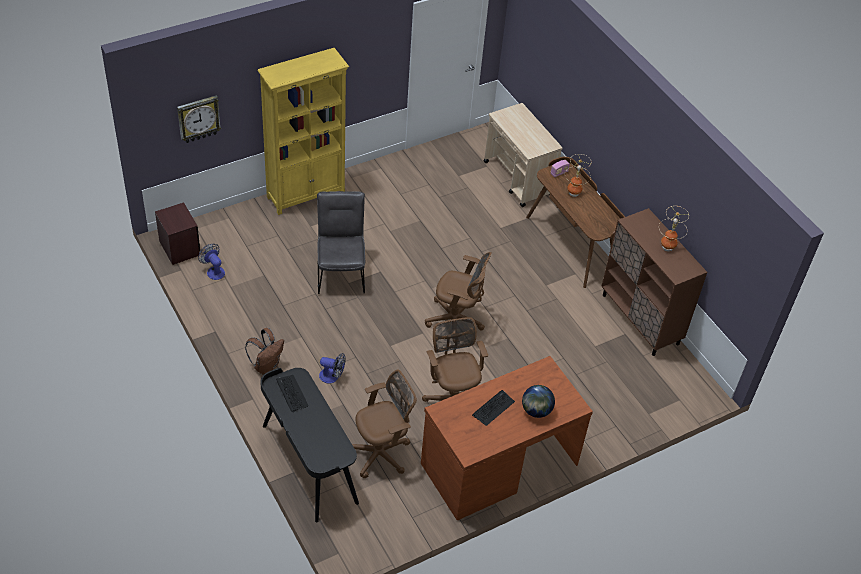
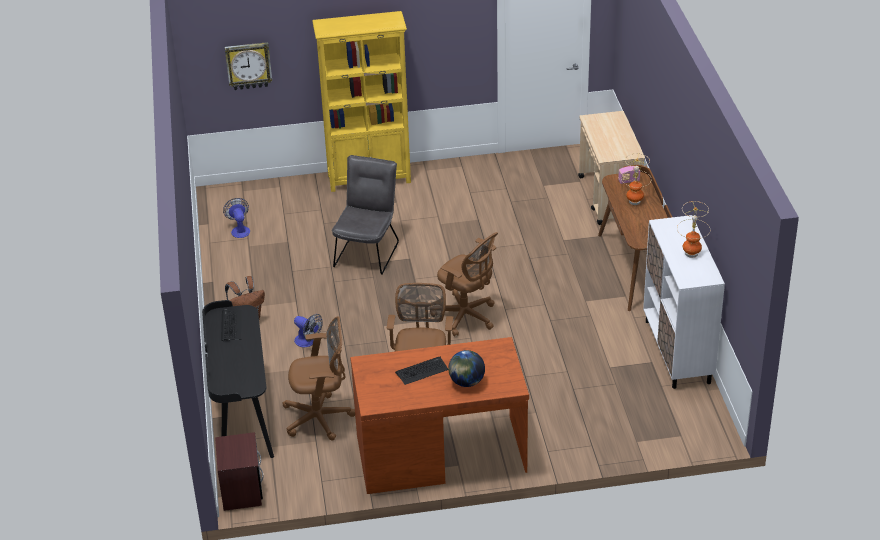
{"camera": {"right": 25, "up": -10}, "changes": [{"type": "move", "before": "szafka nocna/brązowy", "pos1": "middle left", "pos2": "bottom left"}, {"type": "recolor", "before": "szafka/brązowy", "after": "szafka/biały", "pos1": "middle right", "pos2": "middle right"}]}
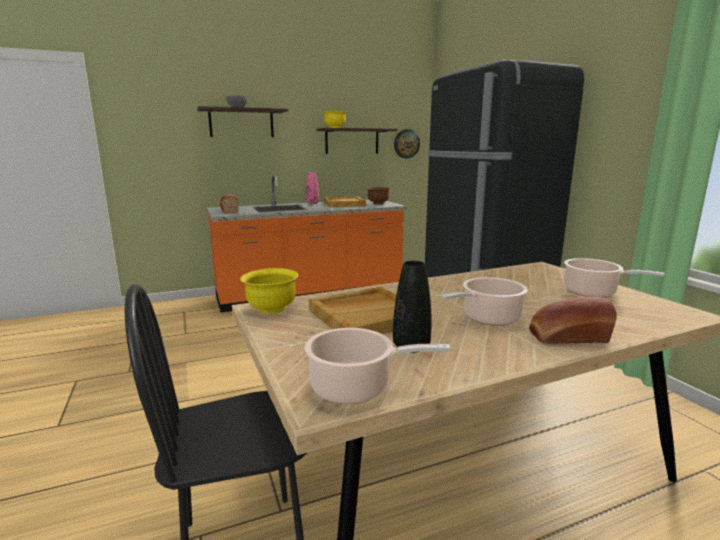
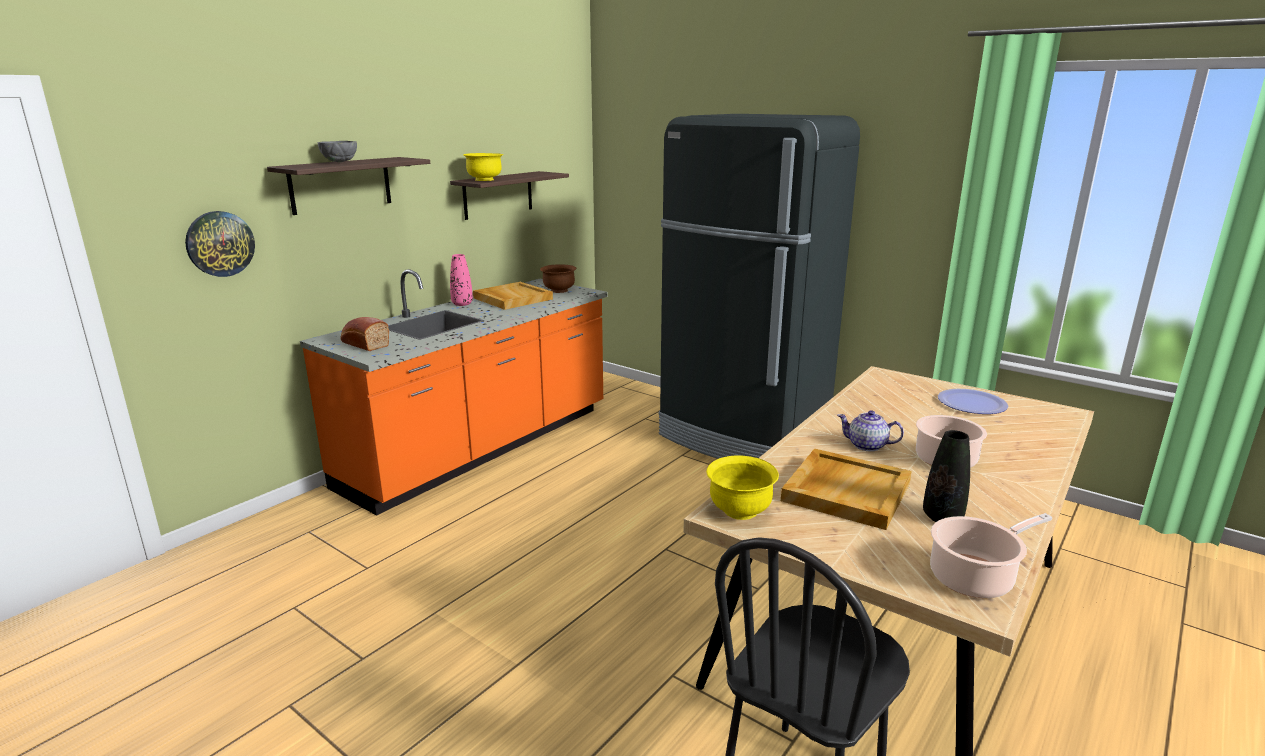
{"camera": {"right": -30, "up": 5}, "changes": [{"type": "move", "before": "zegar ścienny", "pos1": "top centre", "pos2": "top left"}, {"type": "replace", "before": "garnek (3rd from left)", "after": "talerz", "pos1": "middle right", "pos2": "middle right"}, {"type": "delete", "before": "chleb (2nd from left)", "pos1": "middle right"}, {"type": "insert", "after": "imbryk", "pos2": "middle right"}]}
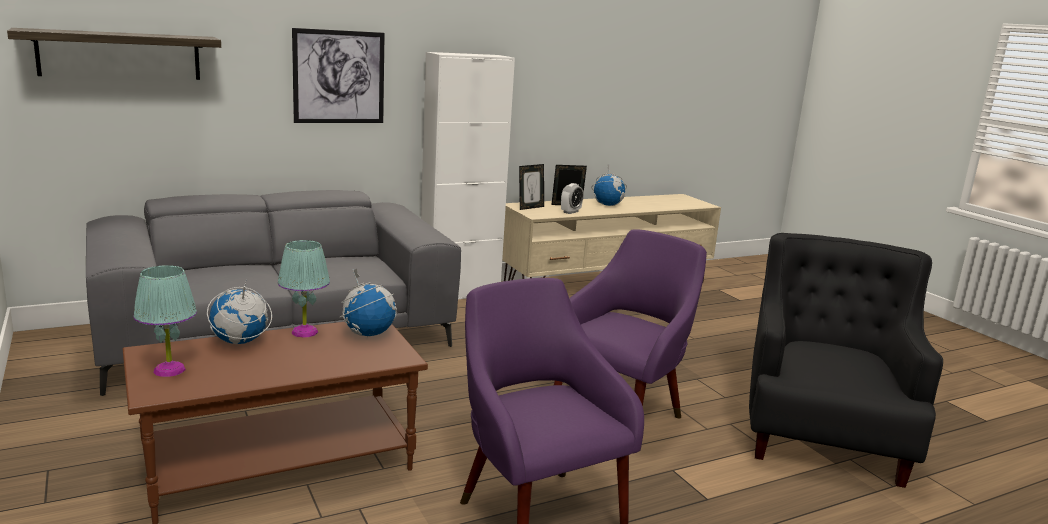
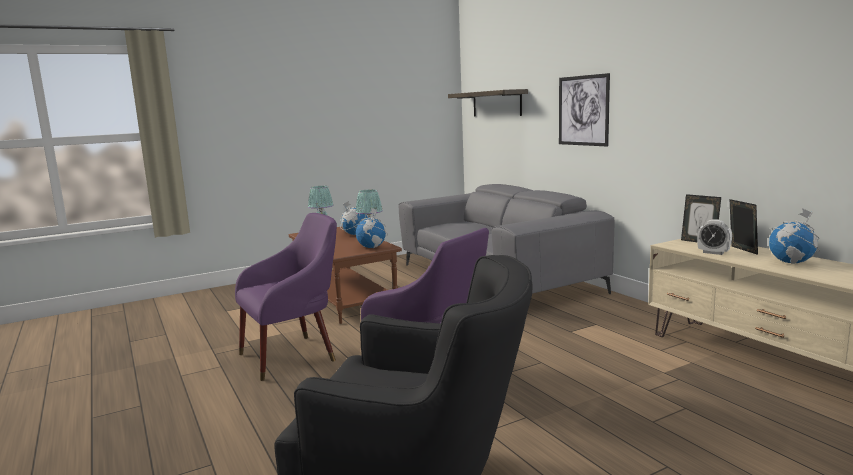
{"camera": {"right": 90, "up": -5}, "changes": [{"type": "delete", "before": "szafka/biały", "pos1": "centre"}]}
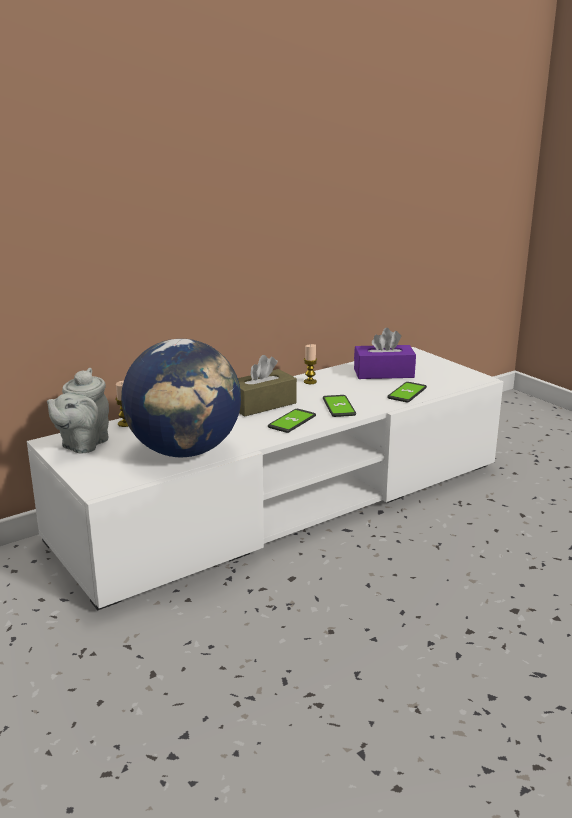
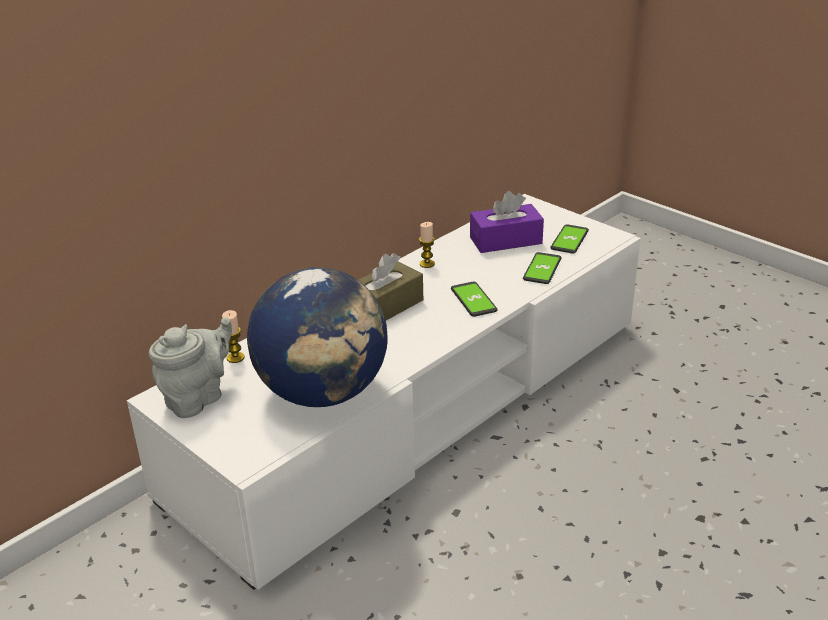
{"camera": {"right": -10, "up": 10}, "changes": [{"type": "rotate", "before": "imbryk/szary", "pos1": "middle left", "pos2": "middle left", "turn": -150}, {"type": "move", "before": "telefon (1st from left in the first image)", "after": "telefon (3rd from left)", "pos1": "centre", "pos2": "middle right"}]}
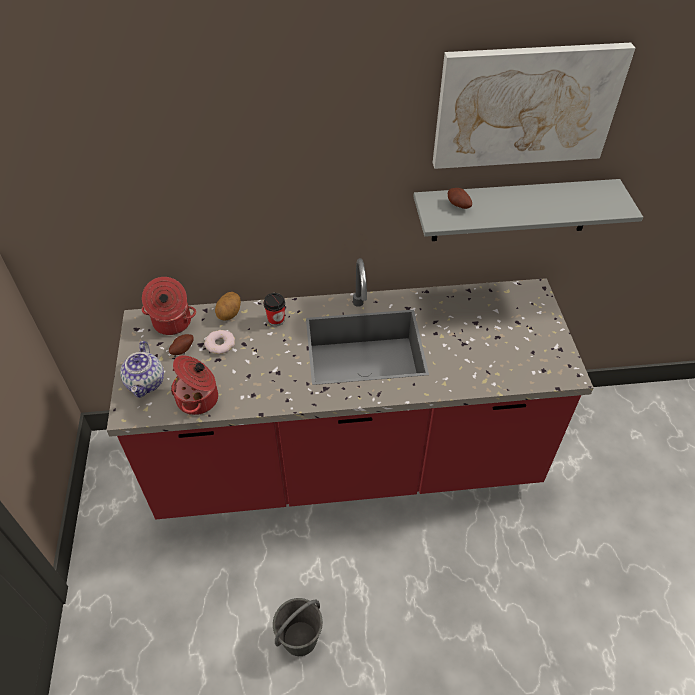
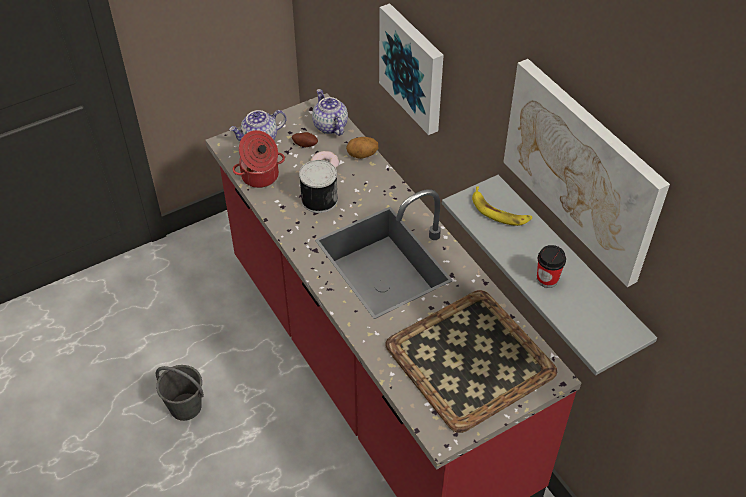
{"camera": {"right": 65, "up": 0}, "changes": [{"type": "replace", "before": "ziemniak (3rd from left)", "after": "banan", "pos1": "top centre", "pos2": "middle right"}, {"type": "replace", "before": "garnek (1st from left)", "after": "imbryk (2nd from left)", "pos1": "middle left", "pos2": "top centre"}, {"type": "move", "before": "filiżanka", "pos1": "centre", "pos2": "middle right"}, {"type": "insert", "after": "obraz (1st from left)", "pos2": "top centre"}, {"type": "insert", "after": "puszka", "pos2": "centre"}, {"type": "insert", "after": "taca", "pos2": "bottom centre"}]}
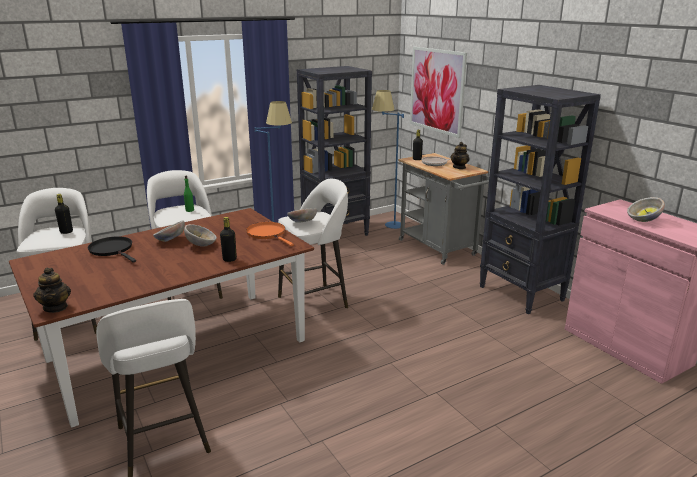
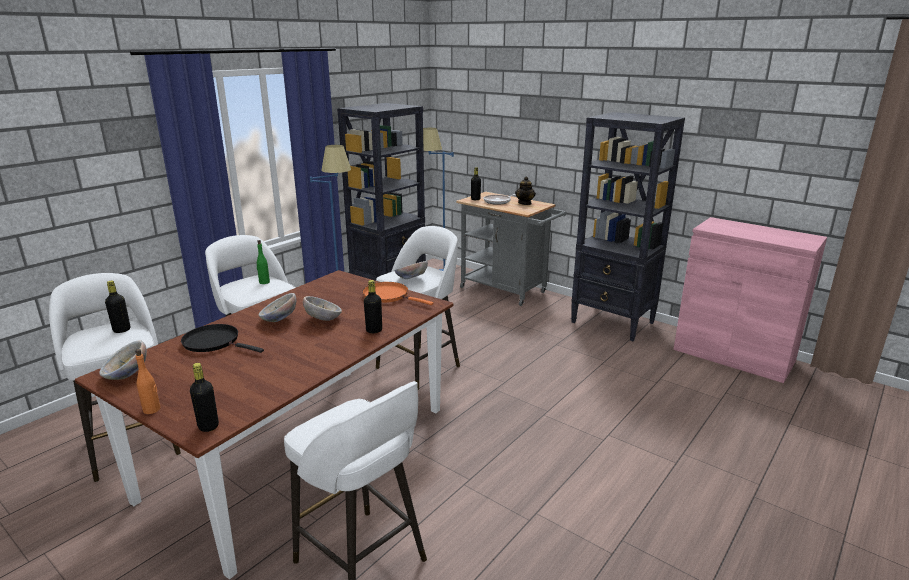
{"camera": {"right": -20, "up": 0}, "changes": [{"type": "delete", "before": "obraz", "pos1": "top centre"}, {"type": "move", "before": "miska (4th from left in the first image)", "after": "miska (1st from left)", "pos1": "middle right", "pos2": "middle left"}, {"type": "replace", "before": "imbryk (1st from left)", "after": "butelka/czarny (2nd from left)", "pos1": "middle left", "pos2": "bottom left"}, {"type": "insert", "after": "butelka/pomarańczowy", "pos2": "middle left"}]}
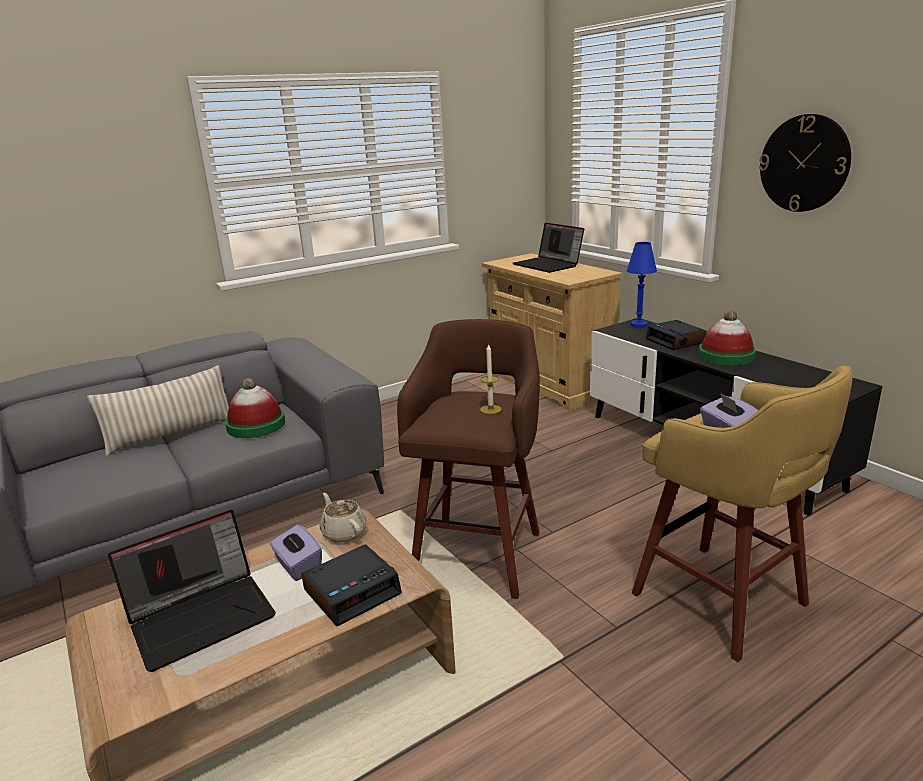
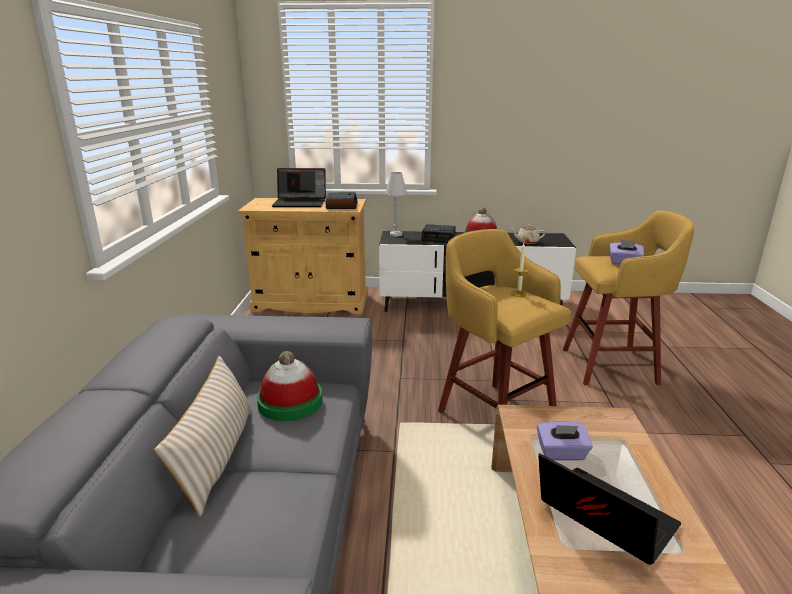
{"camera": {"right": -55, "up": 0}, "changes": [{"type": "delete", "before": "zegar ścienny", "pos1": "top right"}, {"type": "recolor", "before": "lampa stołowa/niebieski", "after": "lampa stołowa/biały", "pos1": "middle right", "pos2": "centre"}, {"type": "recolor", "before": "stołek/brązowy", "after": "stołek/żółty (1st from left)", "pos1": "centre", "pos2": "centre"}, {"type": "move", "before": "imbryk/beżowy", "pos1": "centre", "pos2": "middle right"}, {"type": "rotate", "before": "laptop (1st from left in the first image)", "pos1": "bottom left", "pos2": "bottom right", "turn": -45}, {"type": "move", "before": "budzik (1st from left)", "pos1": "bottom centre", "pos2": "centre"}]}
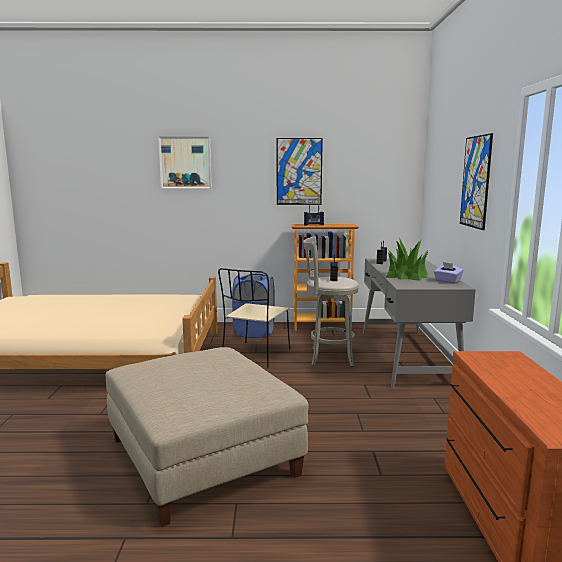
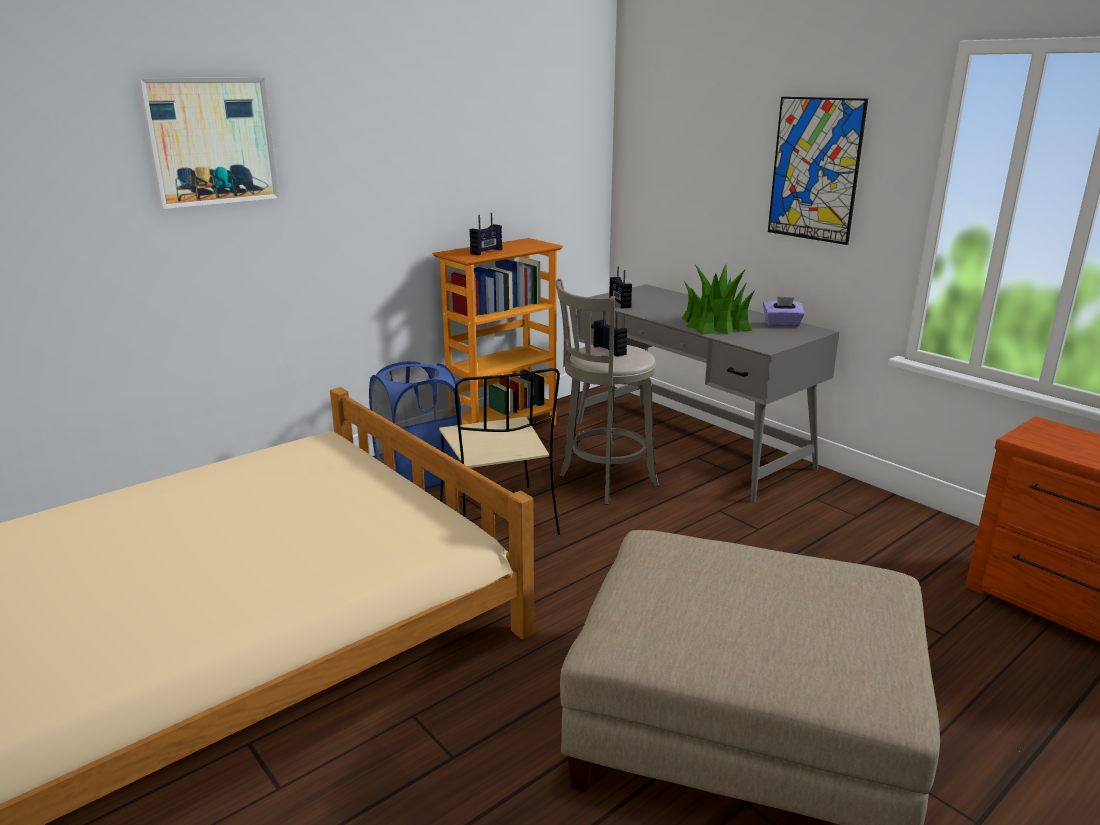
{"camera": {"right": -40, "up": 10}, "changes": [{"type": "delete", "before": "obraz (2nd from left)", "pos1": "top centre"}]}
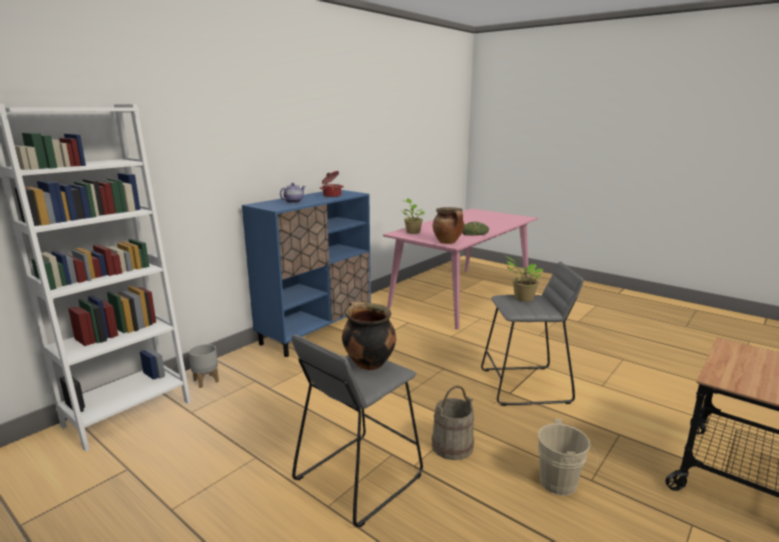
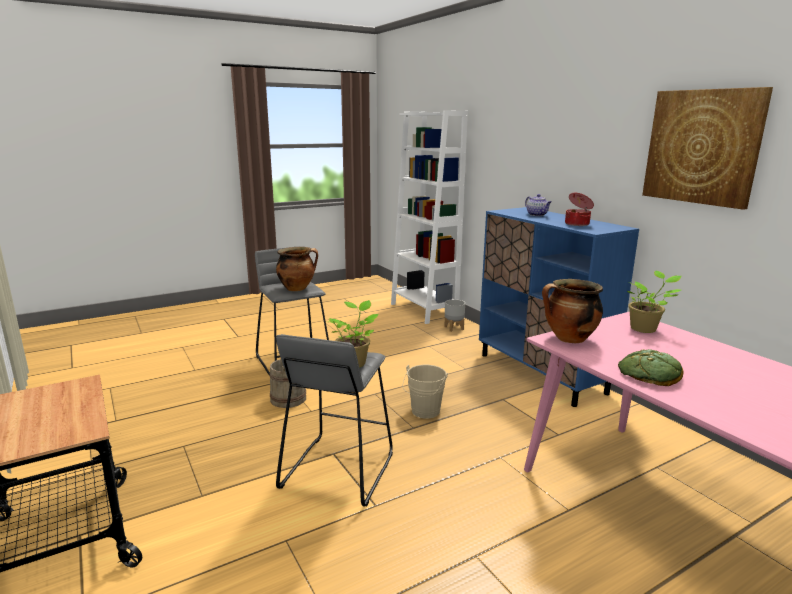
{"camera": {"right": 110, "up": 0}, "changes": [{"type": "move", "before": "wiadro/beżowy (2nd from left)", "pos1": "bottom right", "pos2": "centre"}, {"type": "insert", "after": "obraz", "pos2": "top right"}]}
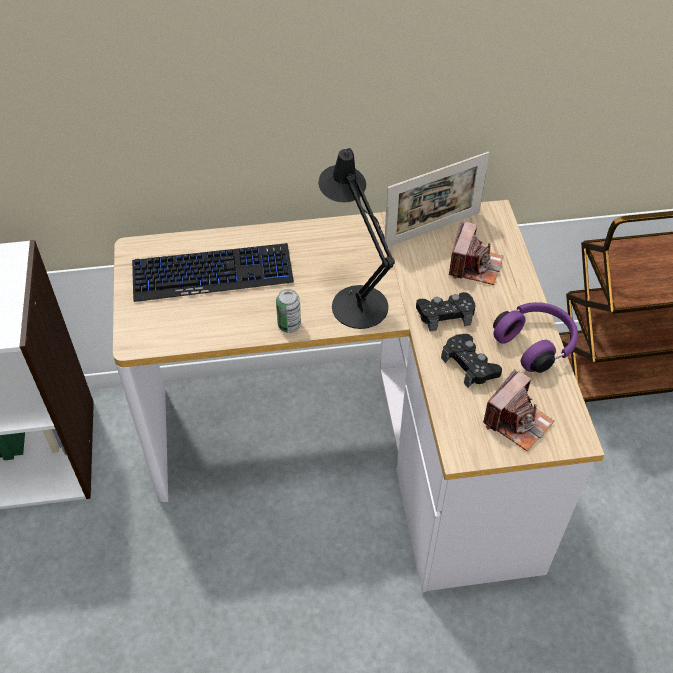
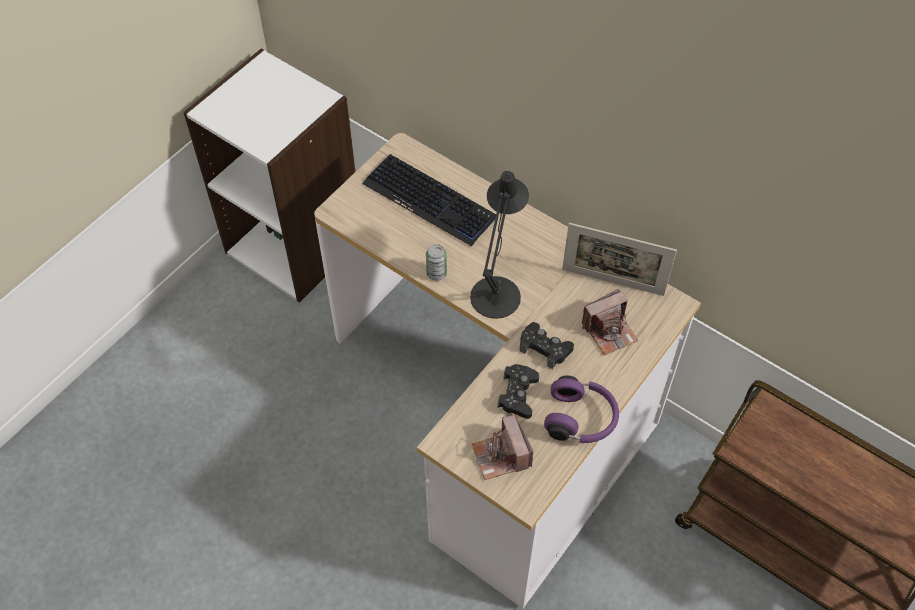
{"camera": {"right": 45, "up": 5}, "changes": [{"type": "rotate", "before": "aparat fotograficzny (2nd from left in the first image)", "pos1": "middle right", "pos2": "bottom centre", "turn": 75}]}
